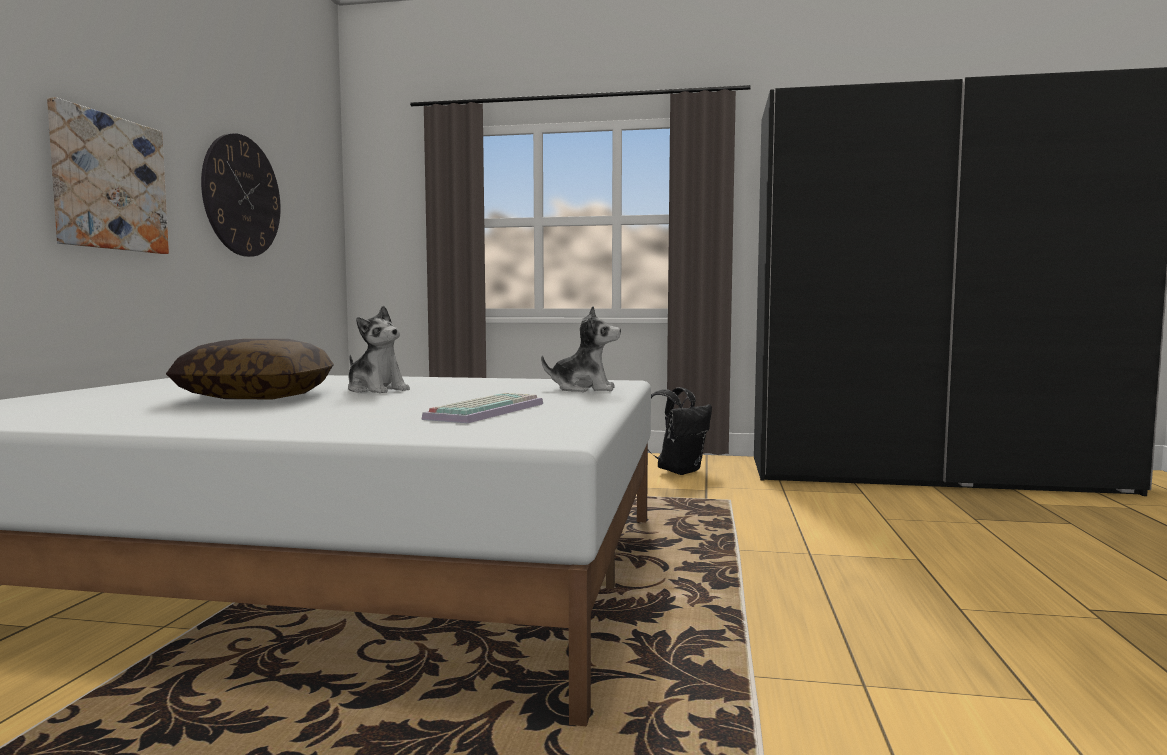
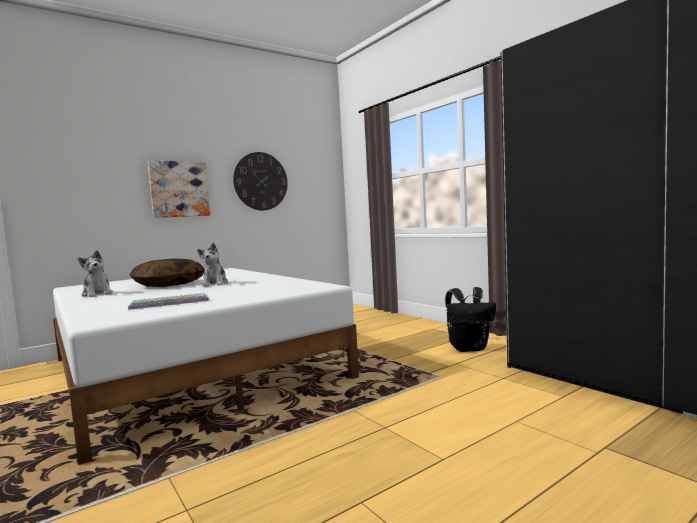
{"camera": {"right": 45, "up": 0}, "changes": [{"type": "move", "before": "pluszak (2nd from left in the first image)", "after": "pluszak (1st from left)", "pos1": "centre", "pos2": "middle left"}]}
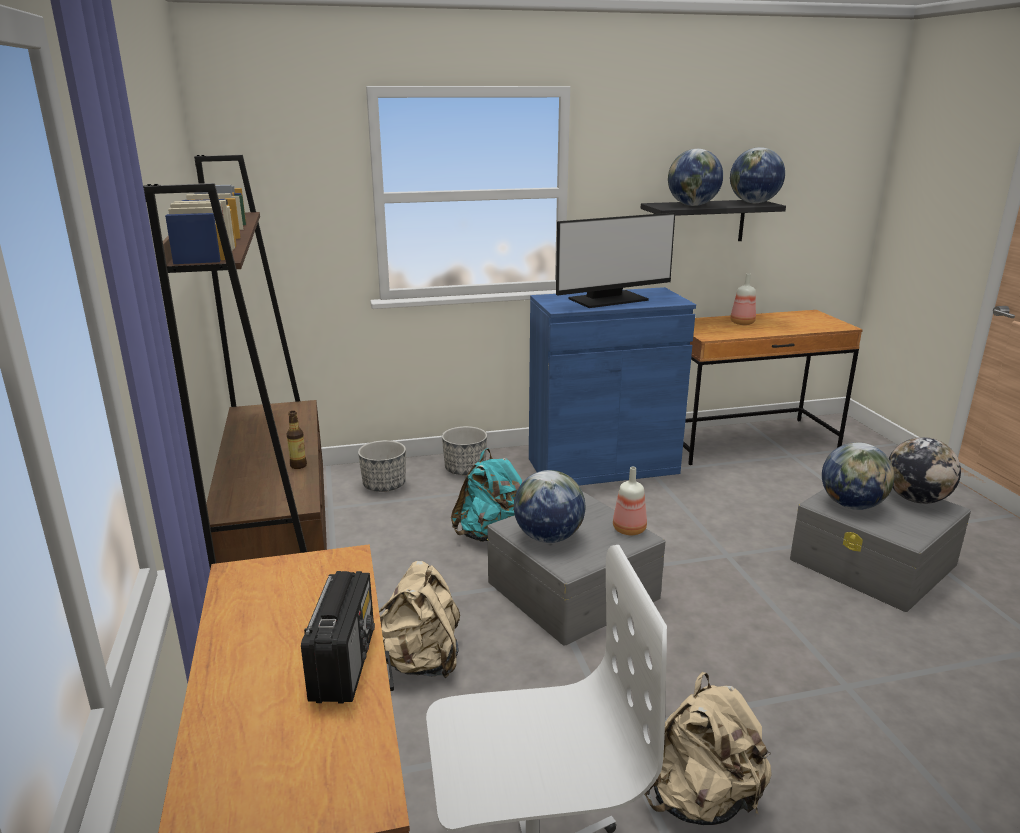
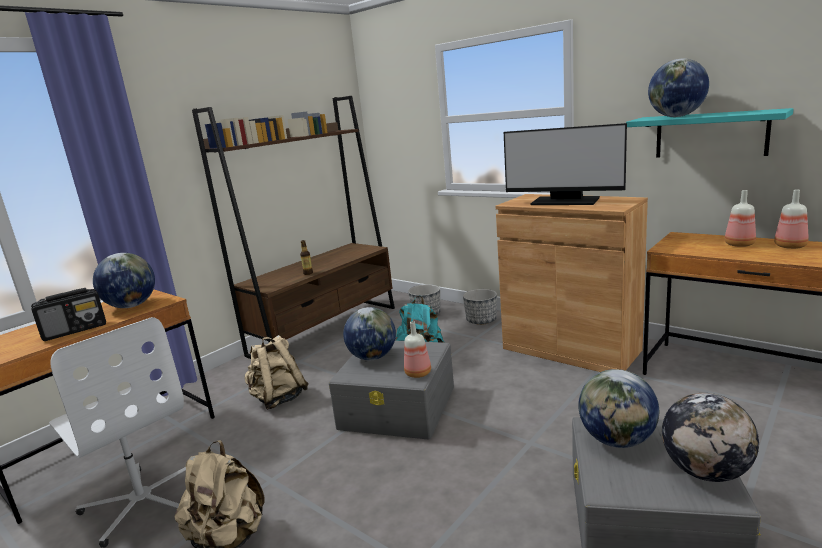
{"camera": {"right": 55, "up": -5}, "changes": [{"type": "move", "before": "globus (3rd from left in the first image)", "after": "globus (1st from left)", "pos1": "top right", "pos2": "middle left"}, {"type": "recolor", "before": "półka/czarny", "after": "półka/turkusowy", "pos1": "top right", "pos2": "top right"}, {"type": "recolor", "before": "szafka/niebieski", "after": "szafka/brązowy", "pos1": "centre", "pos2": "middle right"}, {"type": "insert", "after": "butelka (4th from left)", "pos2": "middle right"}]}
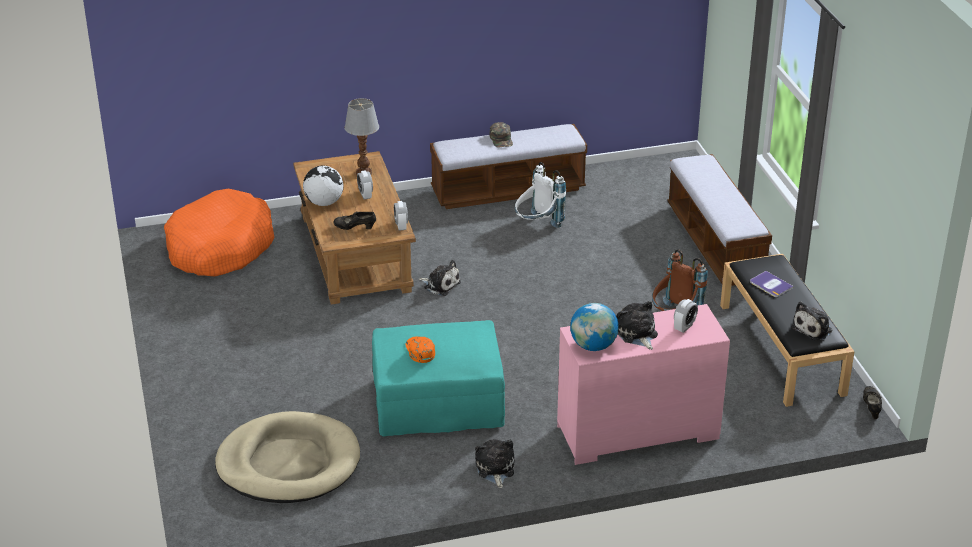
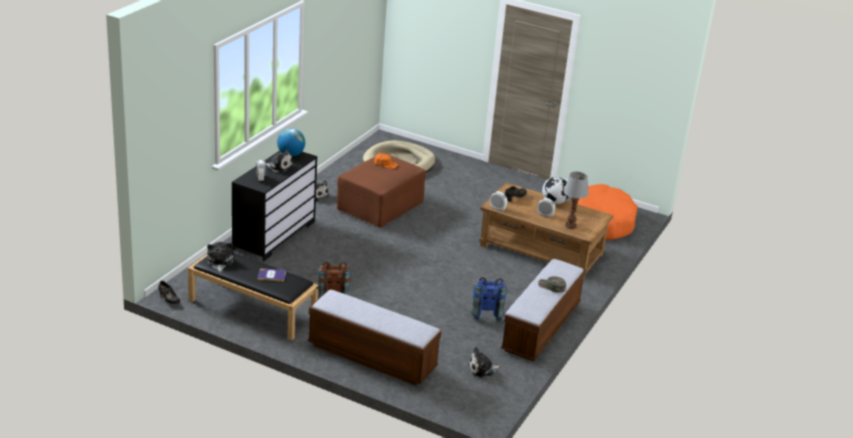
{"camera": {"right": 130, "up": -5}, "changes": [{"type": "recolor", "before": "plecak/biały", "after": "plecak/niebieski", "pos1": "centre", "pos2": "bottom centre"}, {"type": "move", "before": "pluszak (1st from left in the first image)", "after": "pluszak (4th from left)", "pos1": "centre", "pos2": "bottom centre"}, {"type": "recolor", "before": "komoda/różowy", "after": "komoda/czarny", "pos1": "bottom centre", "pos2": "middle left"}, {"type": "recolor", "before": "pufa/turkusowy", "after": "pufa/brązowy", "pos1": "bottom centre", "pos2": "centre"}]}
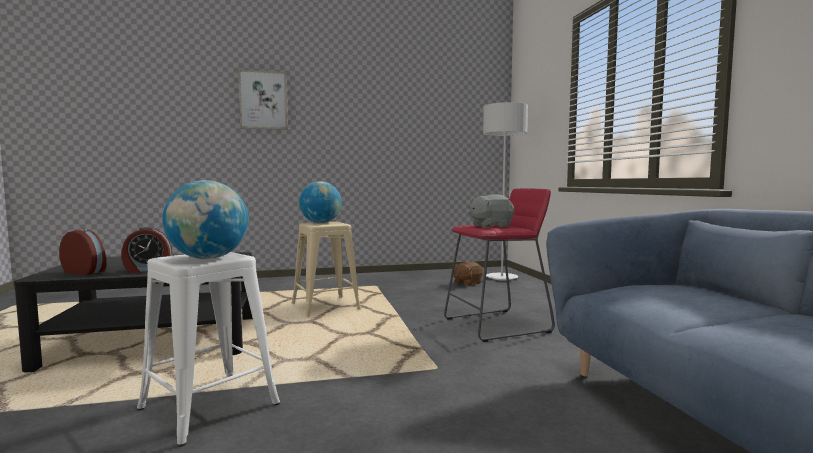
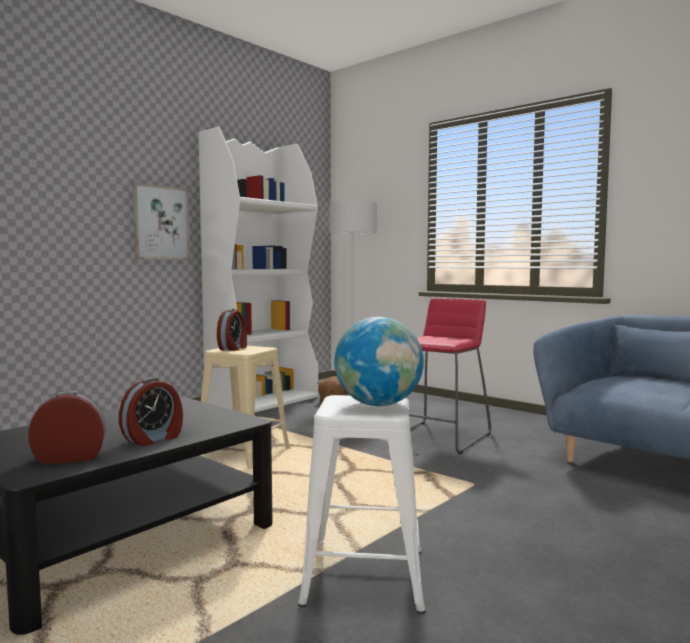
{"camera": {"right": -35, "up": 0}, "changes": [{"type": "move", "before": "obraz", "pos1": "top left", "pos2": "middle left"}, {"type": "replace", "before": "globus (2nd from left)", "after": "budzik (3rd from left)", "pos1": "centre", "pos2": "centre"}, {"type": "delete", "before": "pluszak/szary", "pos1": "centre"}, {"type": "insert", "after": "regał/biały", "pos2": "centre"}]}
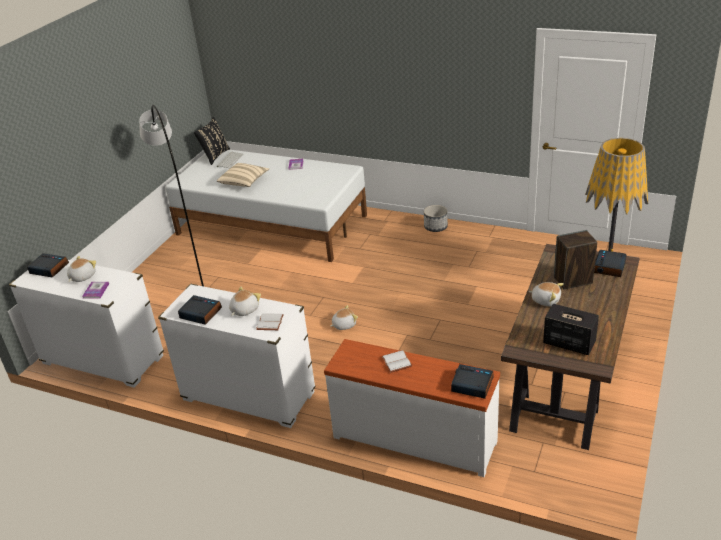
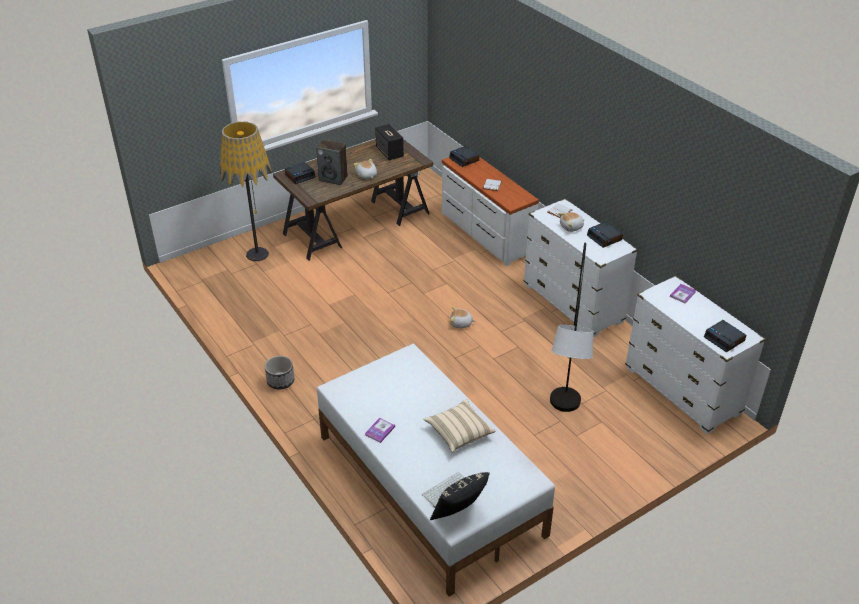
{"camera": {"right": -150, "up": 5}, "changes": [{"type": "delete", "before": "pluszak (1st from left)", "pos1": "middle left"}]}
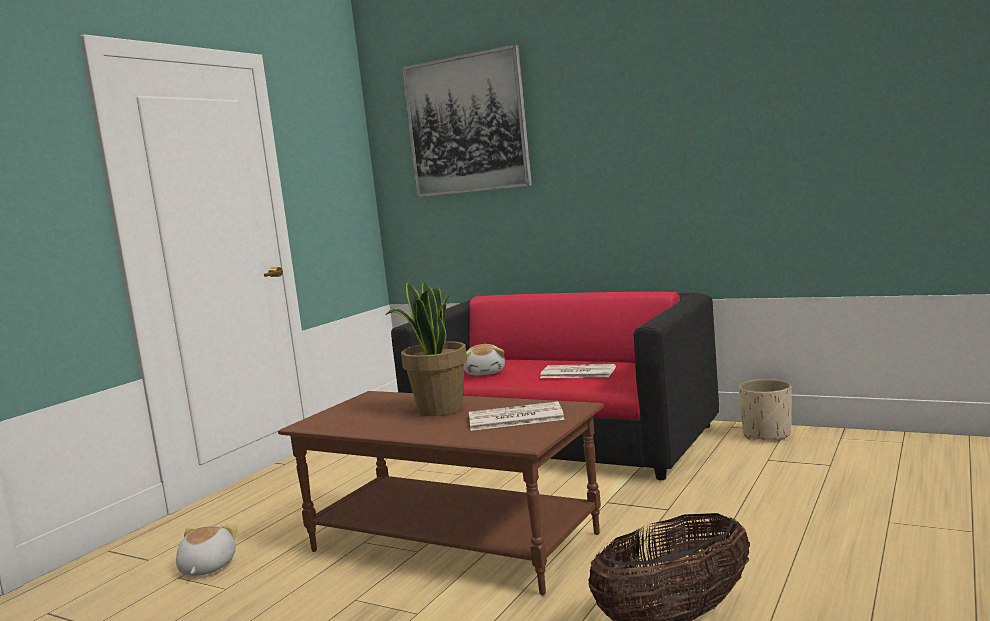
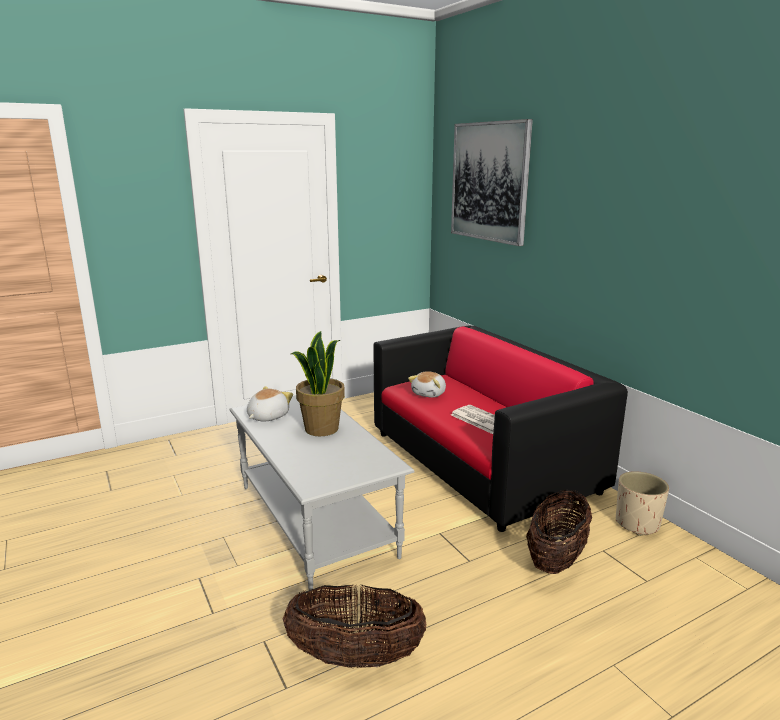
{"camera": {"right": 30, "up": 10}, "changes": [{"type": "recolor", "before": "ława/brązowy", "after": "ława/szary", "pos1": "bottom centre", "pos2": "bottom centre"}, {"type": "delete", "before": "gazeta (1st from left)", "pos1": "bottom centre"}, {"type": "move", "before": "pluszak (1st from left)", "pos1": "bottom left", "pos2": "centre"}, {"type": "insert", "after": "koszyk (2nd from left)", "pos2": "bottom right"}]}
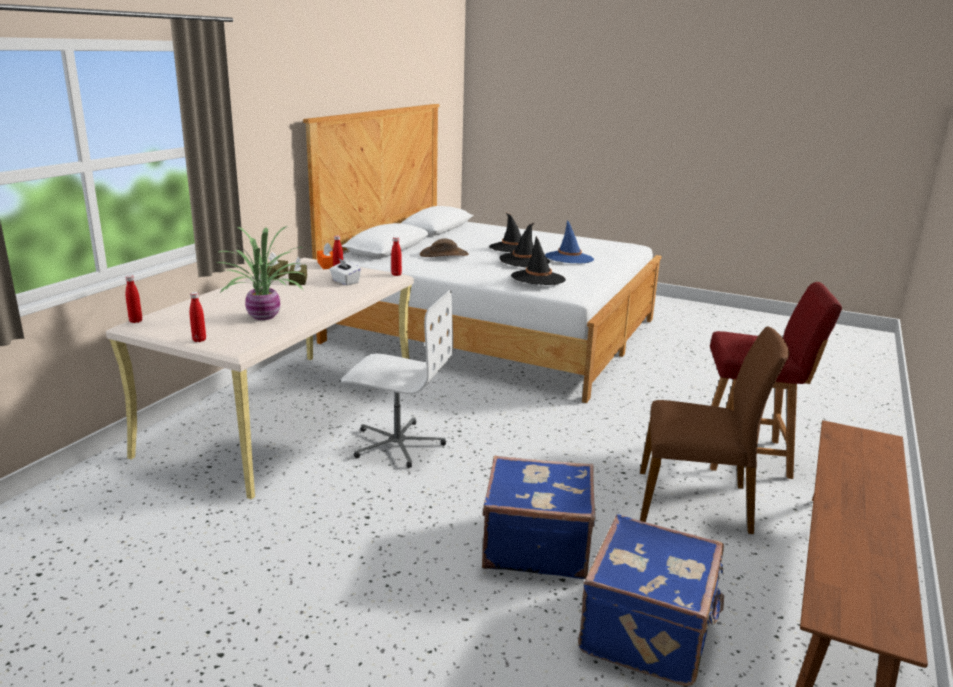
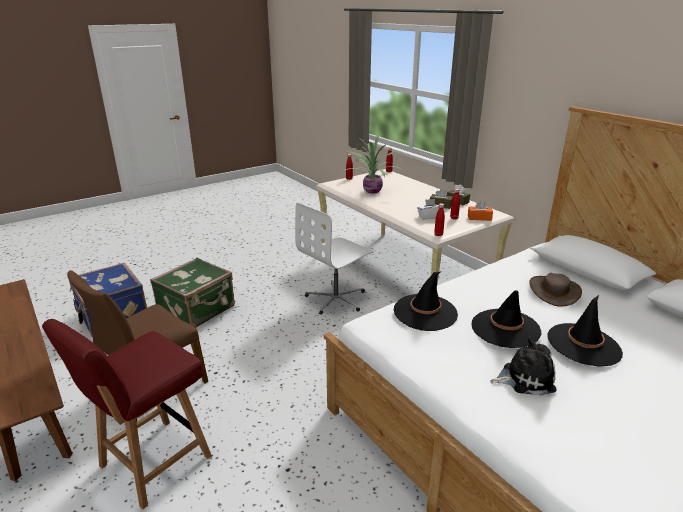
{"camera": {"right": 120, "up": 5}, "changes": [{"type": "replace", "before": "kapelusz/niebieski", "after": "pluszak", "pos1": "centre", "pos2": "bottom right"}, {"type": "recolor", "before": "walizka/niebieski (1st from left)", "after": "walizka/zielony", "pos1": "bottom centre", "pos2": "middle left"}]}
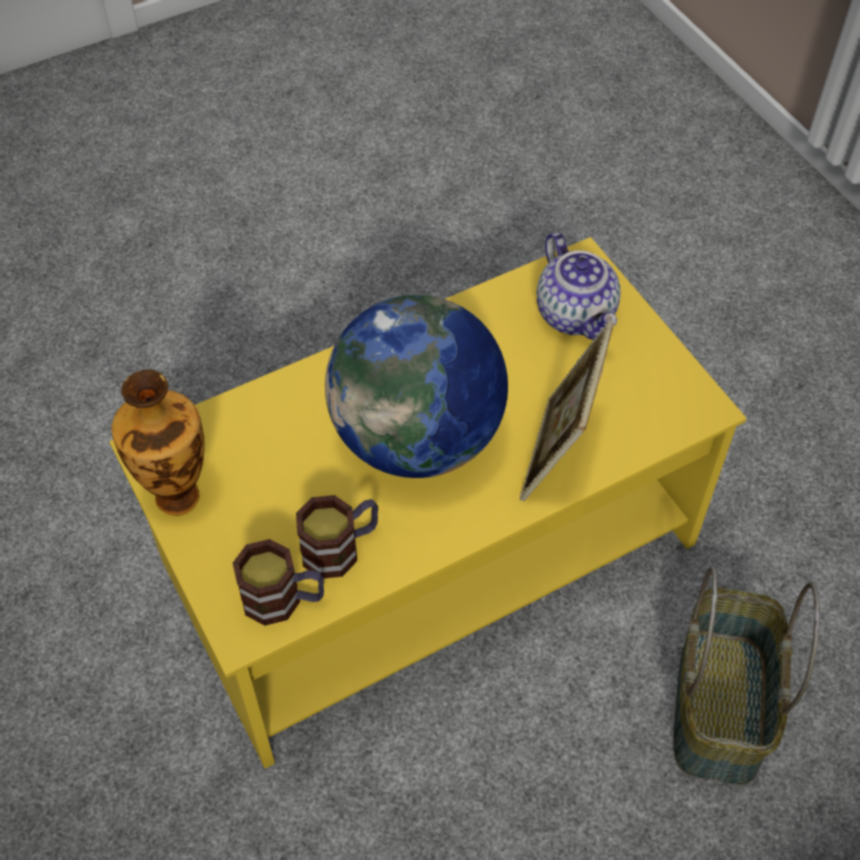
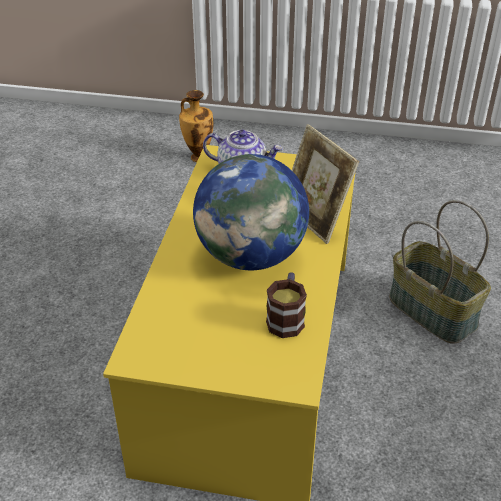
{"camera": {"right": -50, "up": -15}, "changes": [{"type": "move", "before": "wazon", "pos1": "middle left", "pos2": "top centre"}, {"type": "delete", "before": "kubek (1st from left)", "pos1": "bottom left"}]}
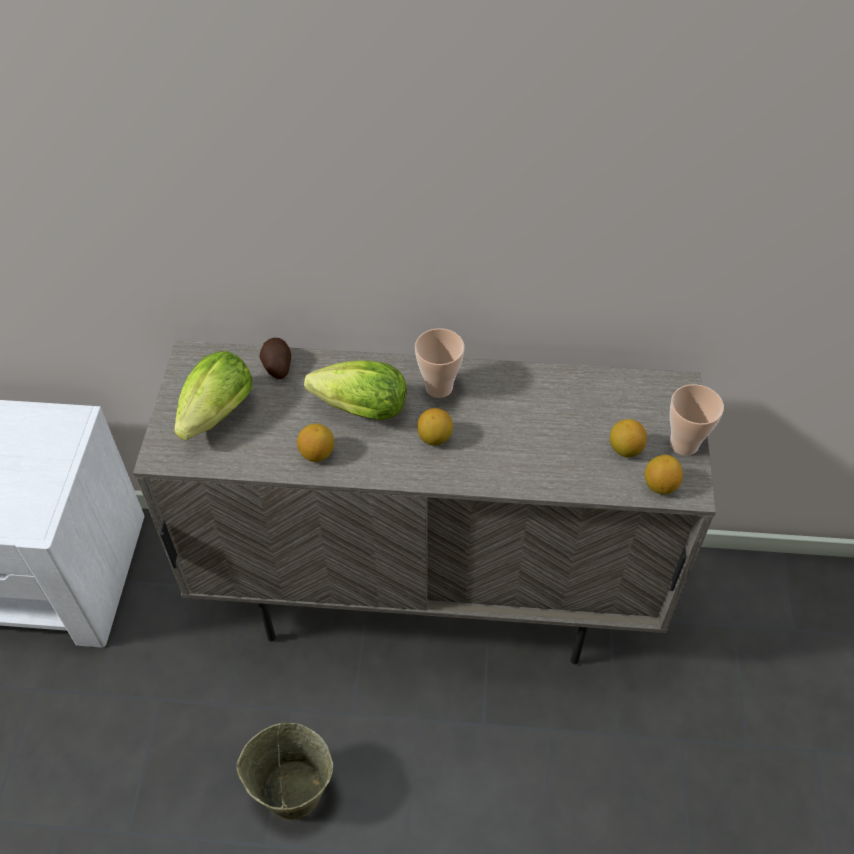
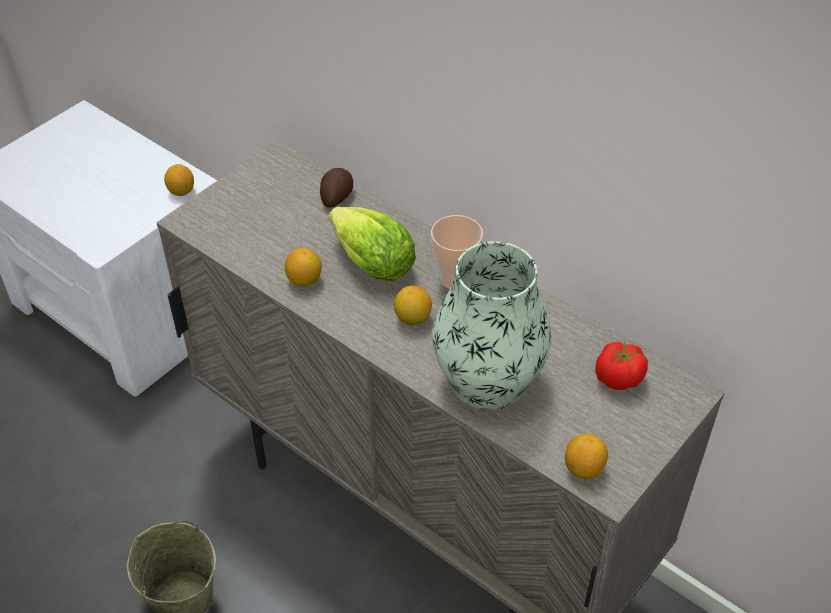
{"camera": {"right": 35, "up": -5}, "changes": [{"type": "delete", "before": "sałata (1st from left)", "pos1": "middle left"}, {"type": "delete", "before": "filiżanka (2nd from left)", "pos1": "middle right"}, {"type": "move", "before": "cytryna (3rd from left in the first image)", "after": "cytryna (1st from left)", "pos1": "middle right", "pos2": "top left"}, {"type": "insert", "after": "wazon", "pos2": "centre"}, {"type": "insert", "after": "pomidor", "pos2": "middle right"}]}
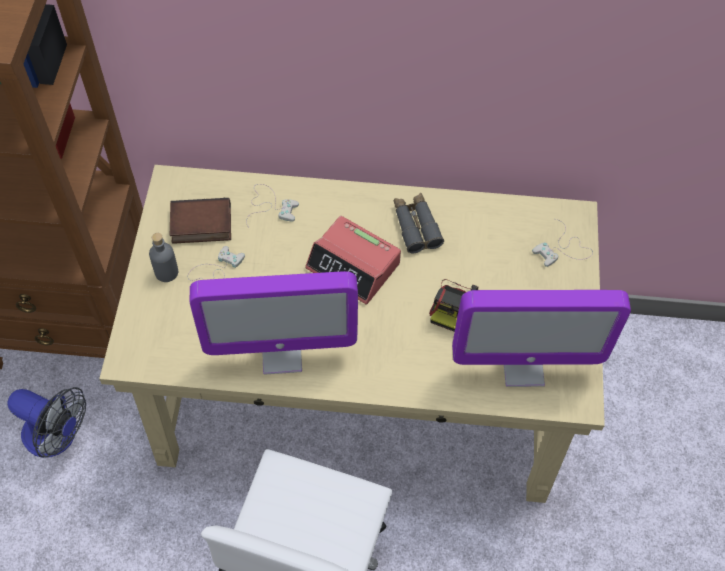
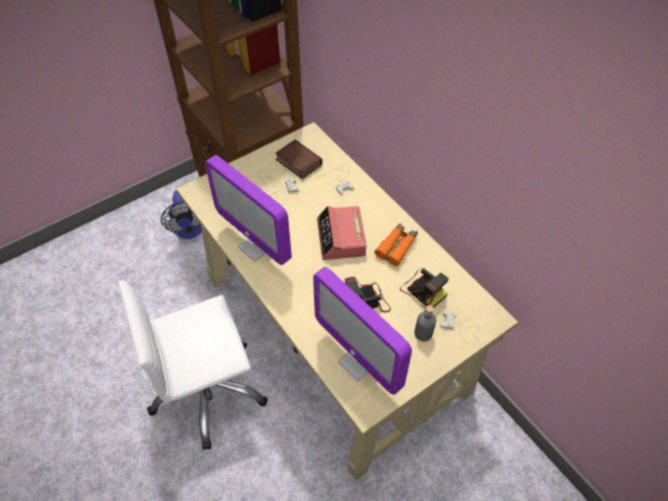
{"camera": {"right": 50, "up": -5}, "changes": [{"type": "recolor", "before": "lornetka/szary", "after": "lornetka/pomarańczowy", "pos1": "centre", "pos2": "centre"}, {"type": "move", "before": "butelka/szary", "pos1": "middle left", "pos2": "centre"}, {"type": "insert", "after": "aparat fotograficzny (2nd from left)", "pos2": "centre"}]}
